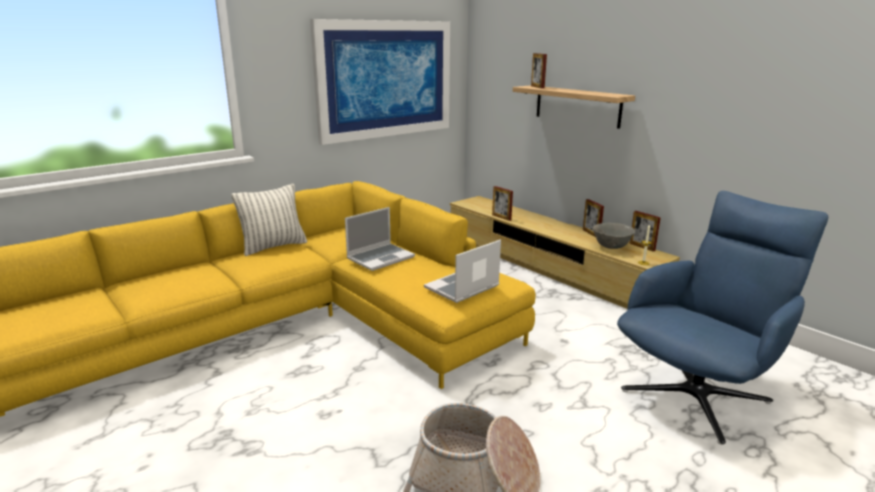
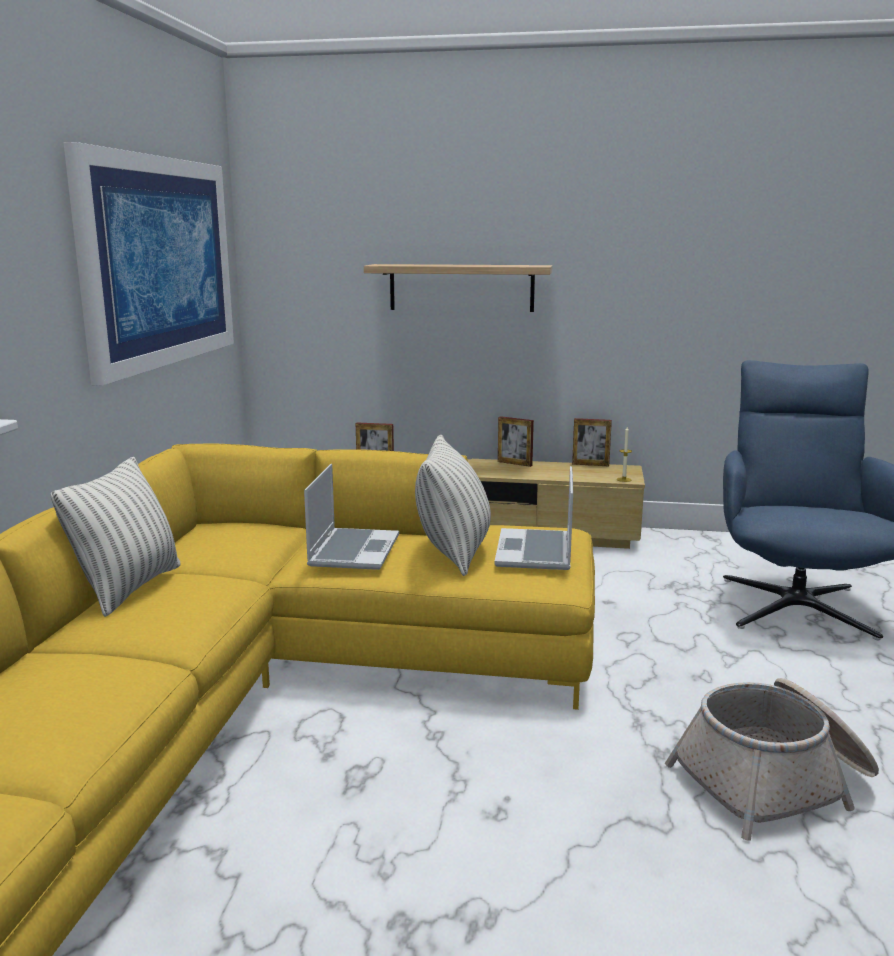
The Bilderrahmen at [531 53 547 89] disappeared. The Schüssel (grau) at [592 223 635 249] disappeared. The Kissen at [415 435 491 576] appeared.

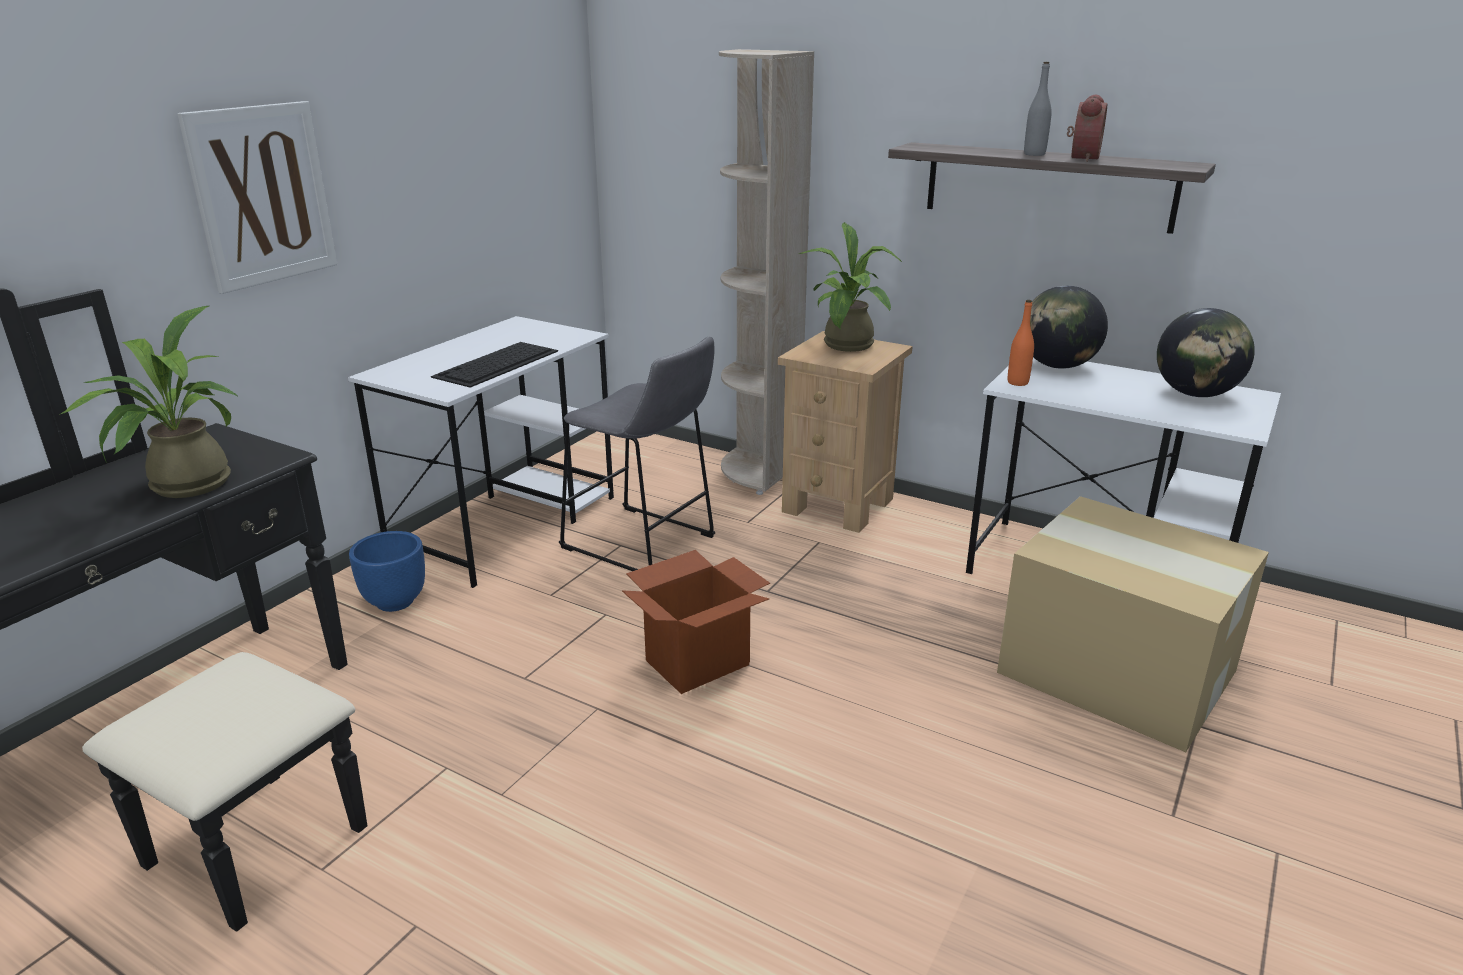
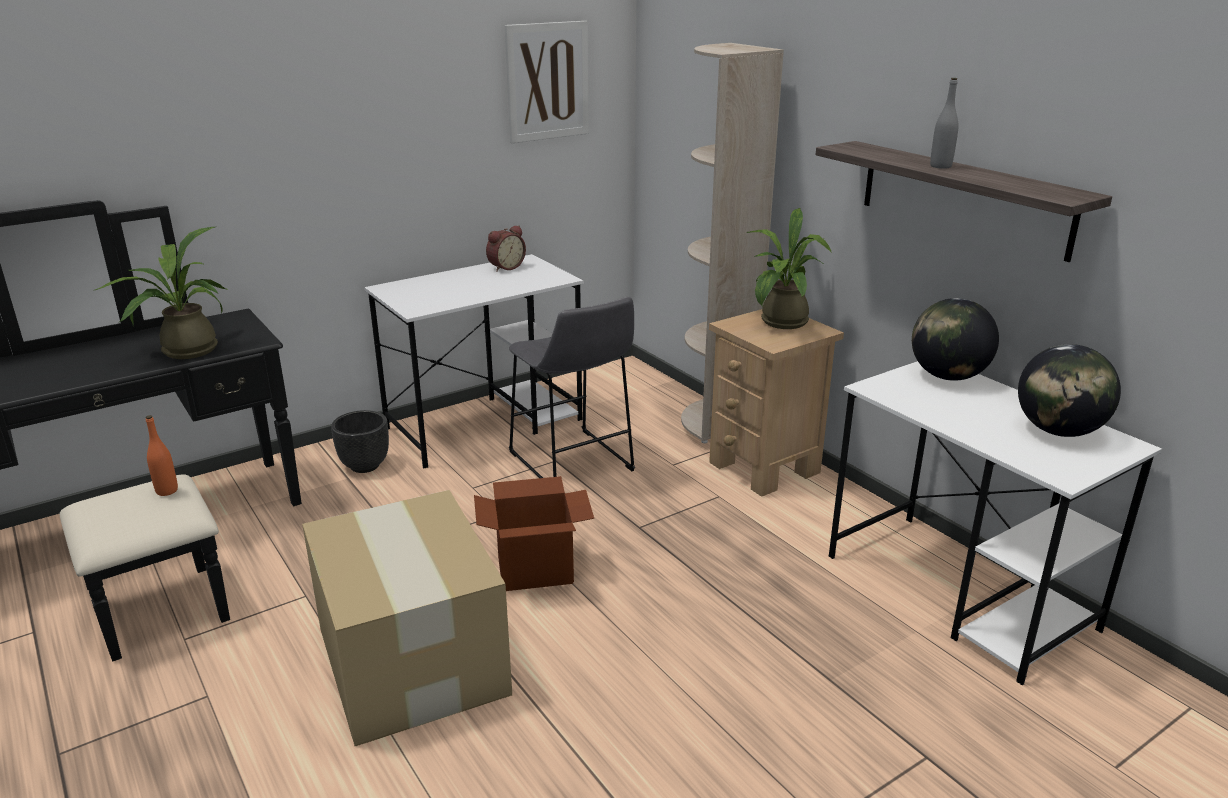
The Wecker moved from [1067 94 1107 162] to [486 225 526 272]. The Bild moved from [177 101 337 294] to [505 21 589 143]. The Flasche (orange) moved from [1008 300 1034 386] to [146 415 178 496]. The Tastatur at [431 342 558 388] disappeared. The Karton moved from [997 496 1269 752] to [302 490 512 746]. The Pflanzkübel (blau) at [349 531 425 612] became the Pflanzkübel (schwarz) at [331 410 389 473].

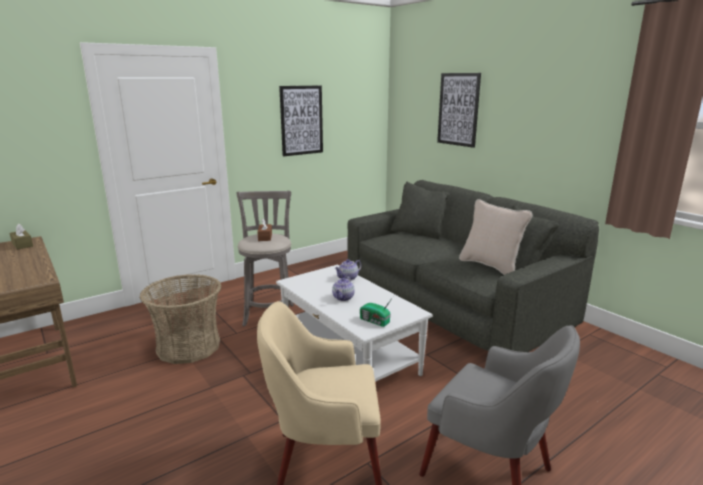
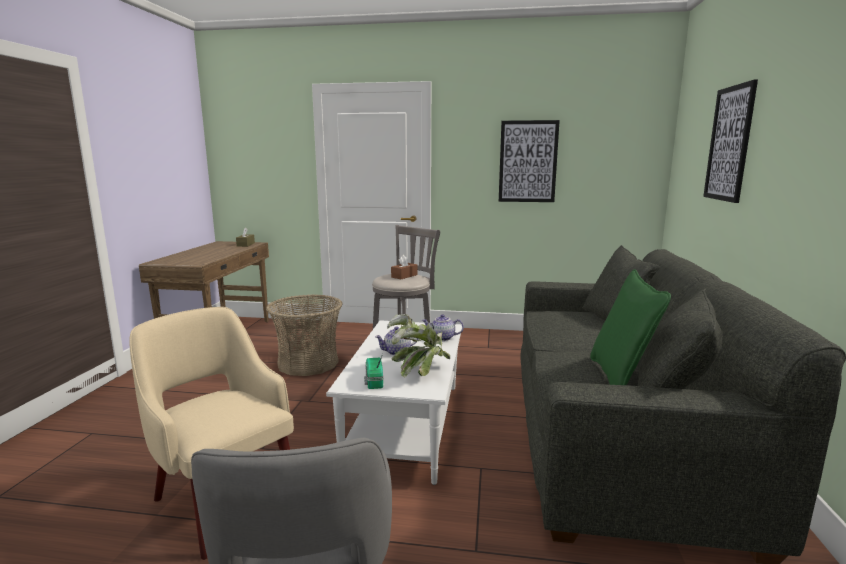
The Kissen (beige) at [459 199 533 275] became the Kissen (grün) at [590 269 671 385]. The Topfpflanze at [387 314 450 378] appeared.

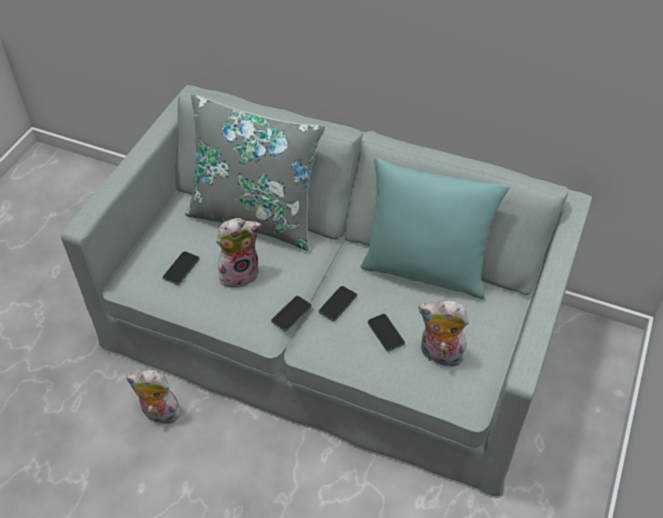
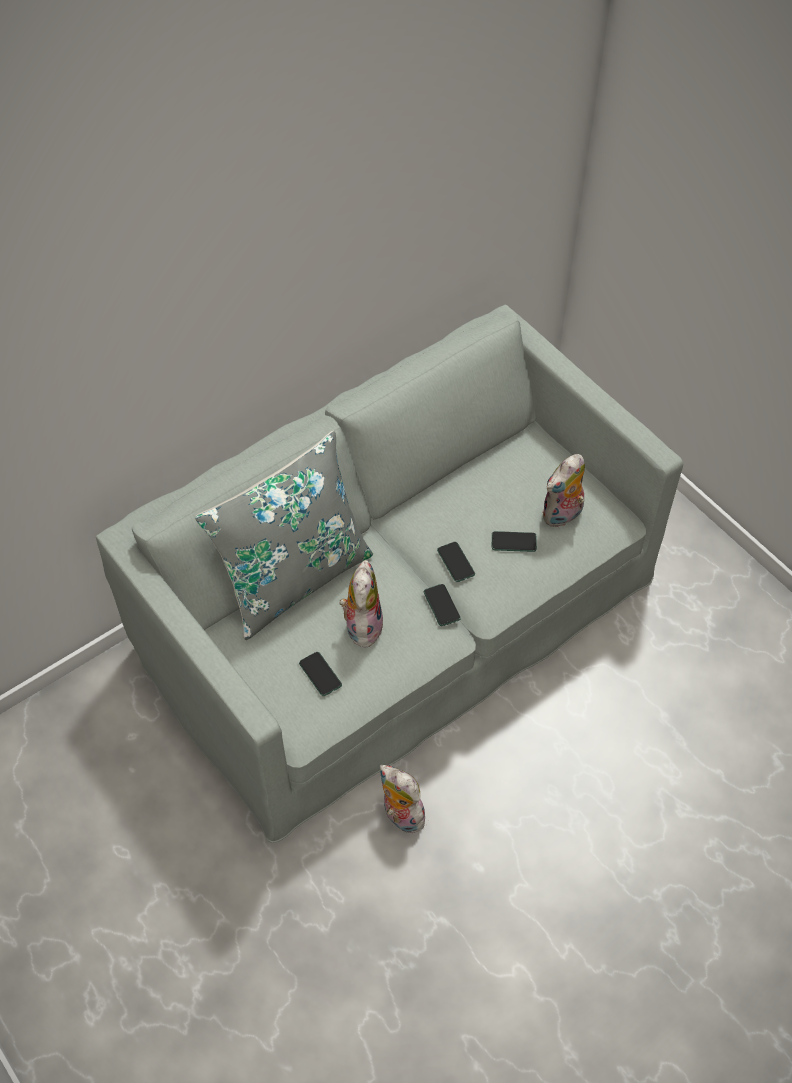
The Kissen (türkis) at [361 158 510 299] disappeared. The Plüschtier at [126 370 181 424] turned 90 degrees clockwise.

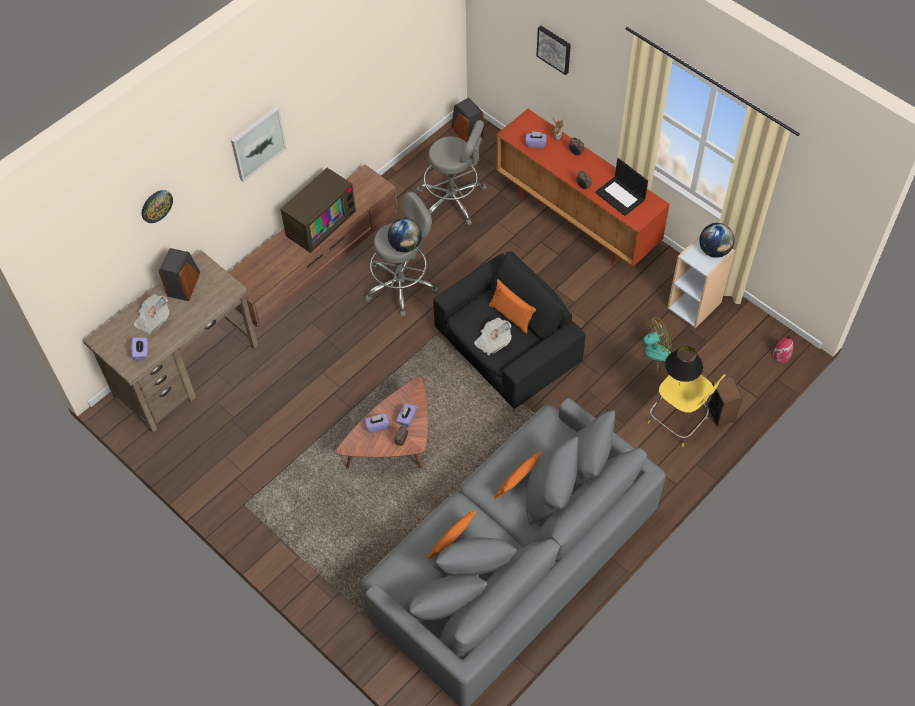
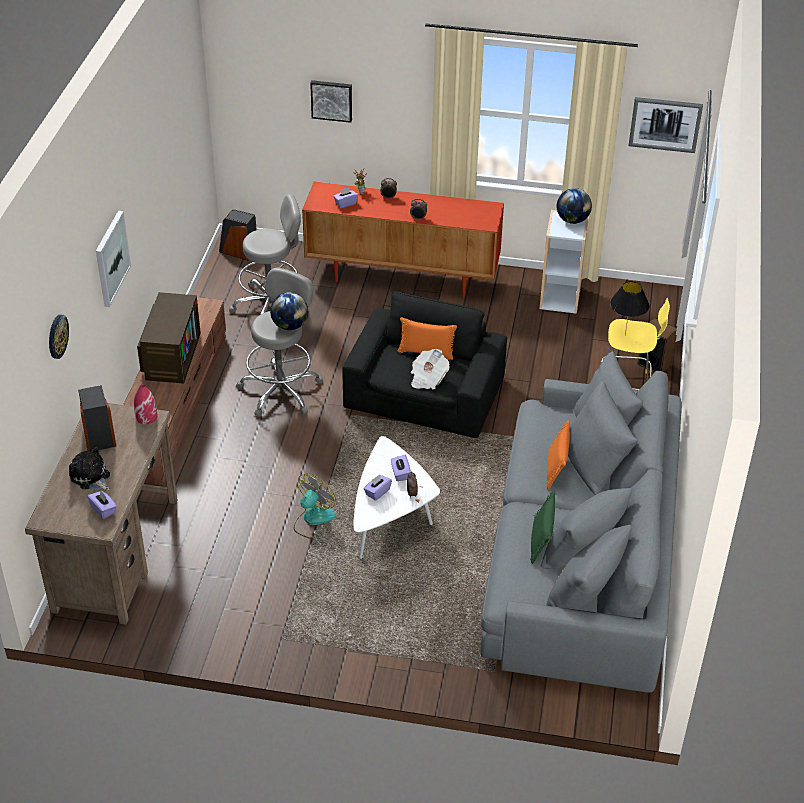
The Laptop at [595 158 648 216] disappeared. The Zeitung at [134 294 169 334] was replaced by the Plüschtier at [69 446 110 491]. The Ventilator moved from [632 317 672 374] to [294 473 336 539]. The Vase (rot) moved from [773 336 794 363] to [134 385 158 424]. The Couchtisch (braun) at [336 377 428 469] became the Couchtisch (weiß) at [353 436 440 559]. The Kissen (orange) at [428 510 476 559] became the Kissen (grün) at [530 491 555 564]. The Bild at [629 97 703 153] appeared.

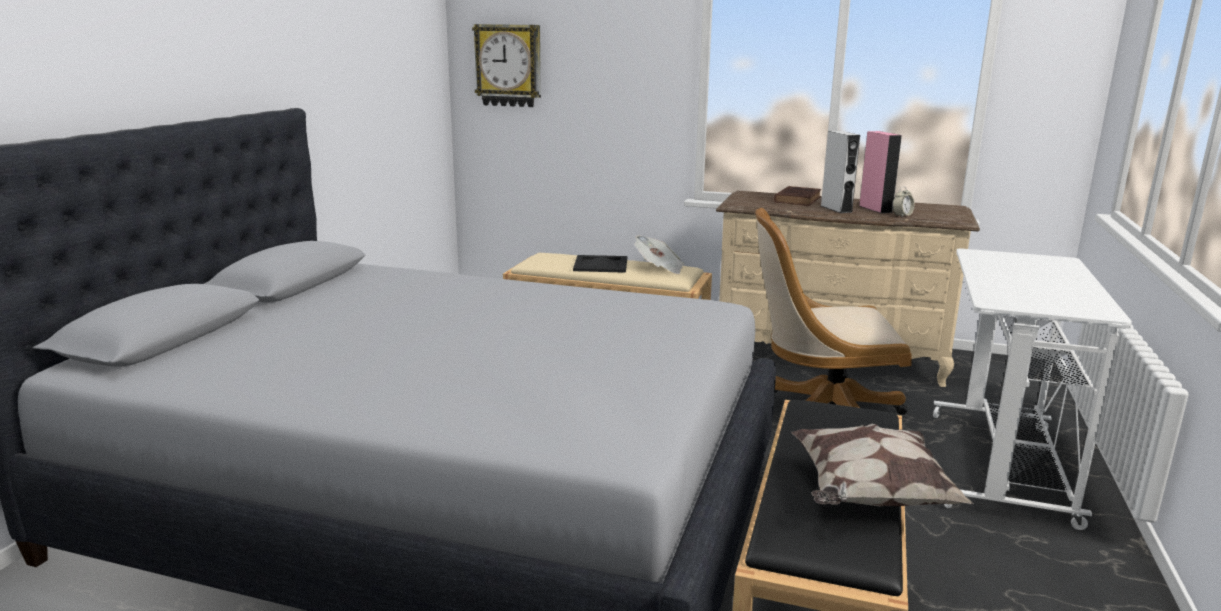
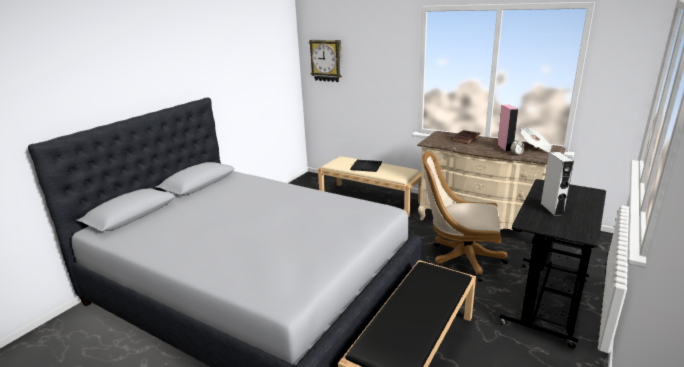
The Lautsprecher (grau) moved from [821 131 860 213] to [541 152 574 216]. The Zeitung moved from [634 235 684 274] to [521 126 552 152]. The Schreibtisch (weiß) at [933 248 1132 530] became the Schreibtisch (schwarz) at [500 179 606 349]. The Kissen at [791 424 974 507] disappeared.

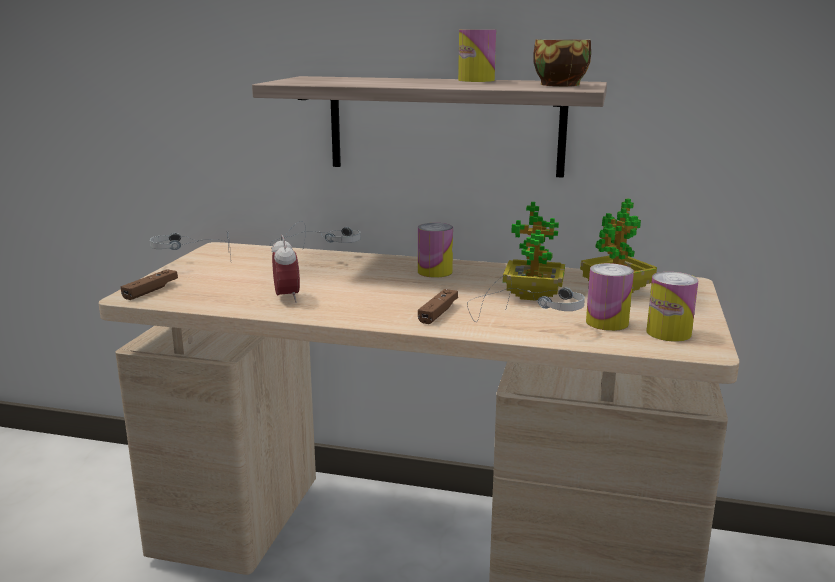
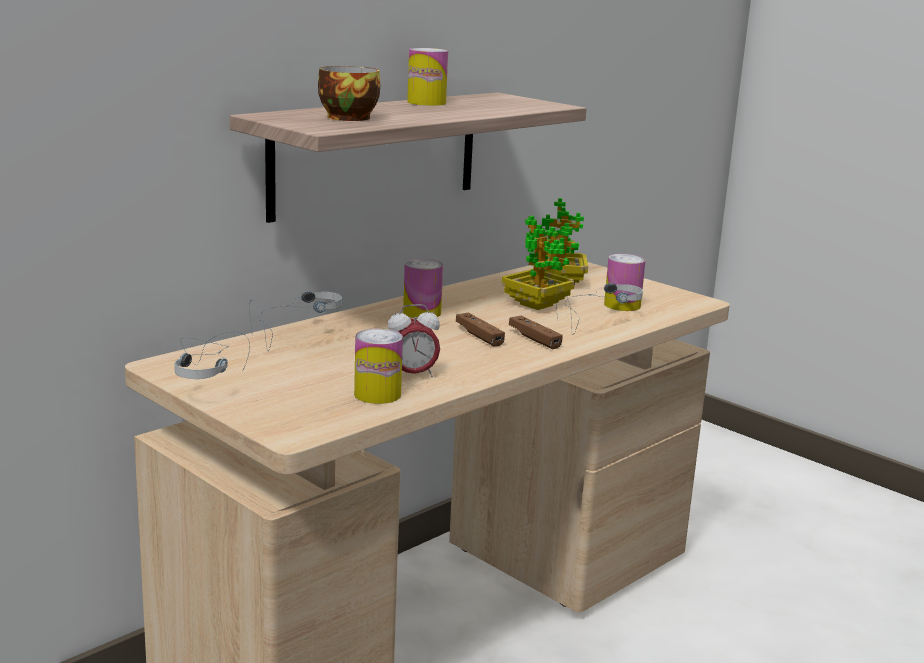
The Tasse moved from [533 39 591 87] to [318 66 380 121]. The Wecker at [272 235 300 303] turned 150 degrees clockwise. The Gamepad (braun) moved from [121 269 178 300] to [456 313 505 347]. The Dose moved from [647 272 698 342] to [354 328 403 404].

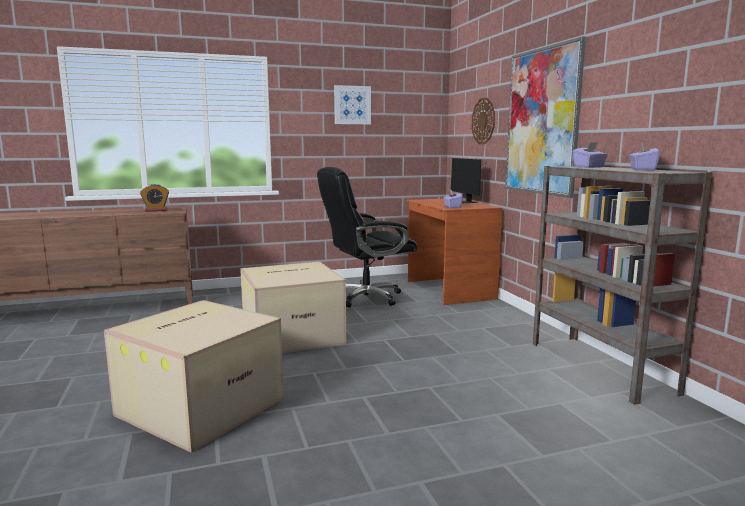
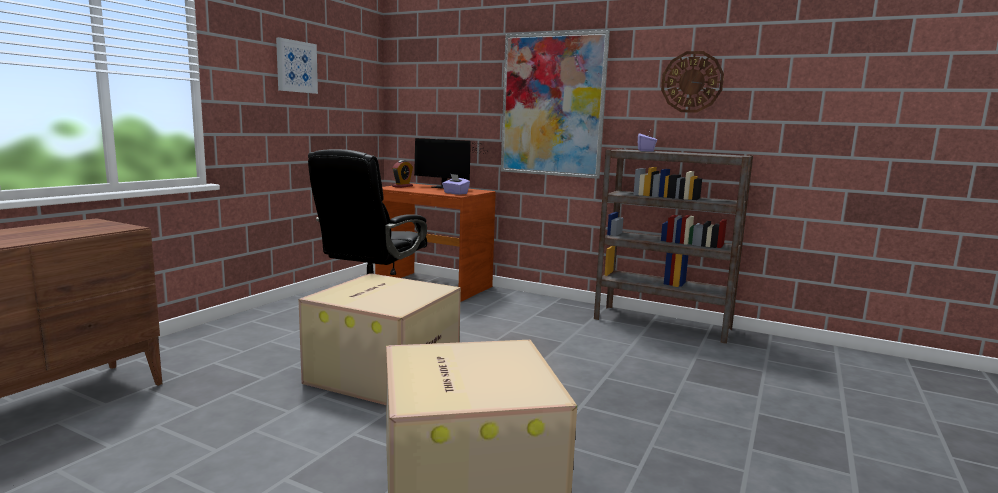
The Wanduhr moved from [471 97 495 144] to [661 51 724 113]. The Taschentuchbox (lila) at [629 142 660 171] disappeared. The Wecker moved from [140 184 169 212] to [392 160 413 188].

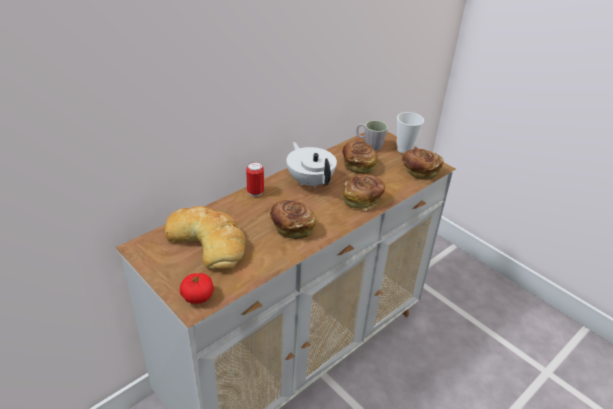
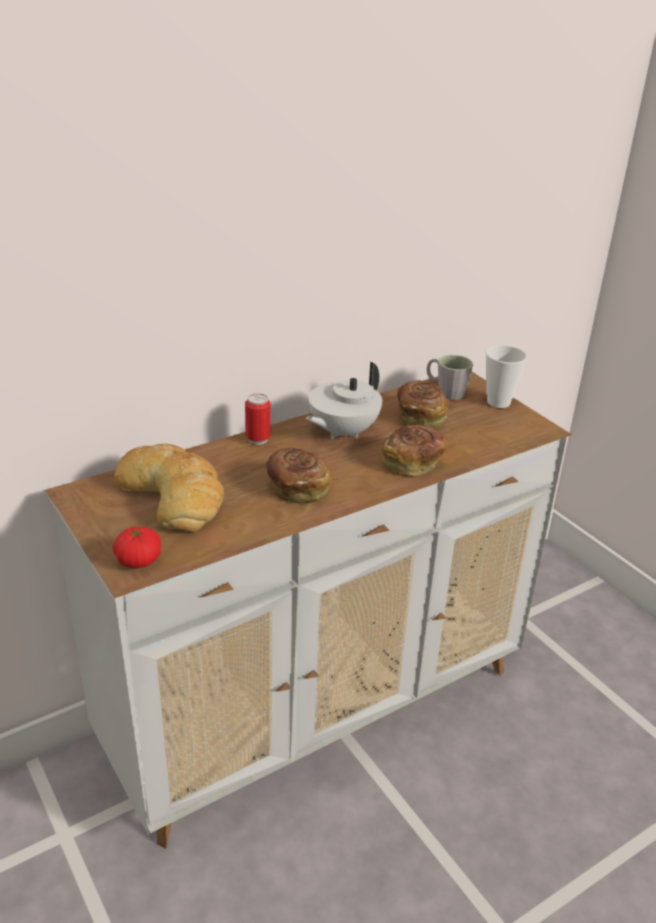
The Teekanne (weiß) at [286 142 337 188] turned 120 degrees counterclockwise. The Brot at [402 149 443 180] disappeared.

